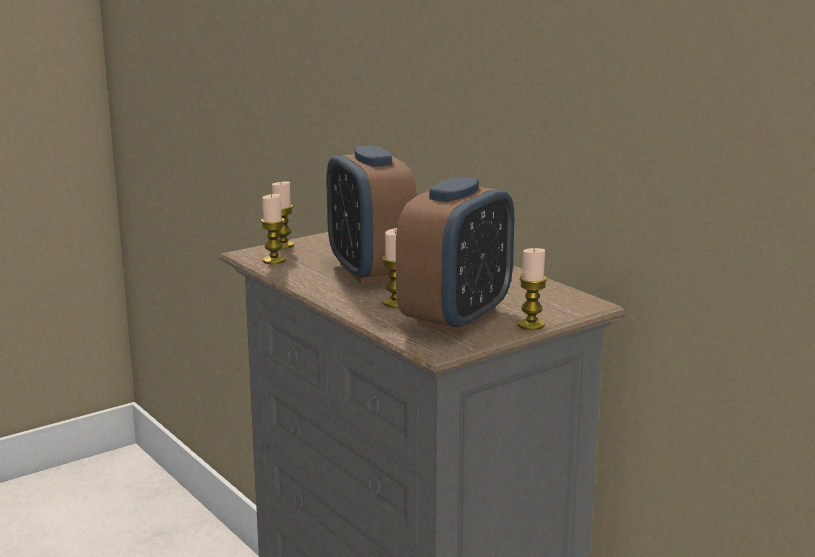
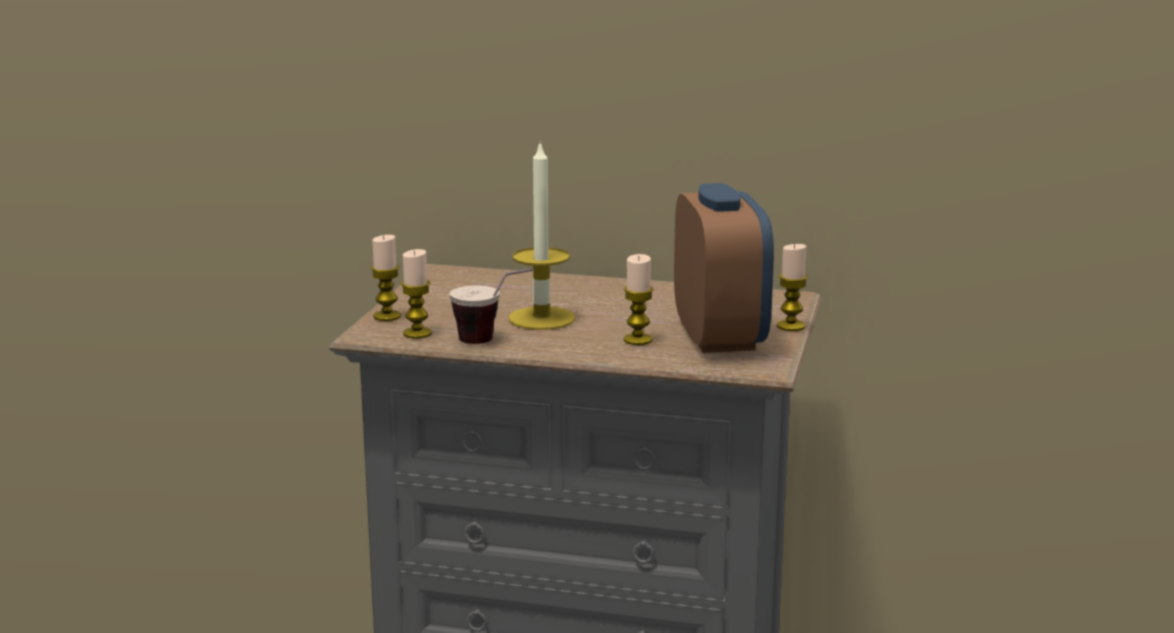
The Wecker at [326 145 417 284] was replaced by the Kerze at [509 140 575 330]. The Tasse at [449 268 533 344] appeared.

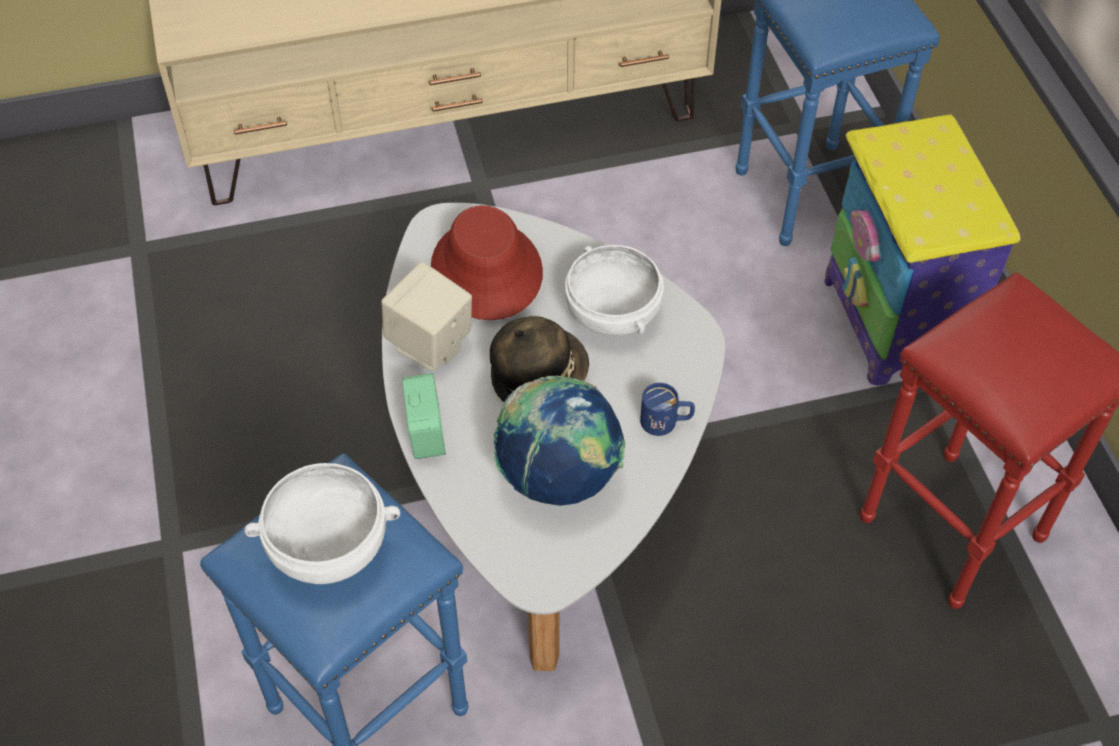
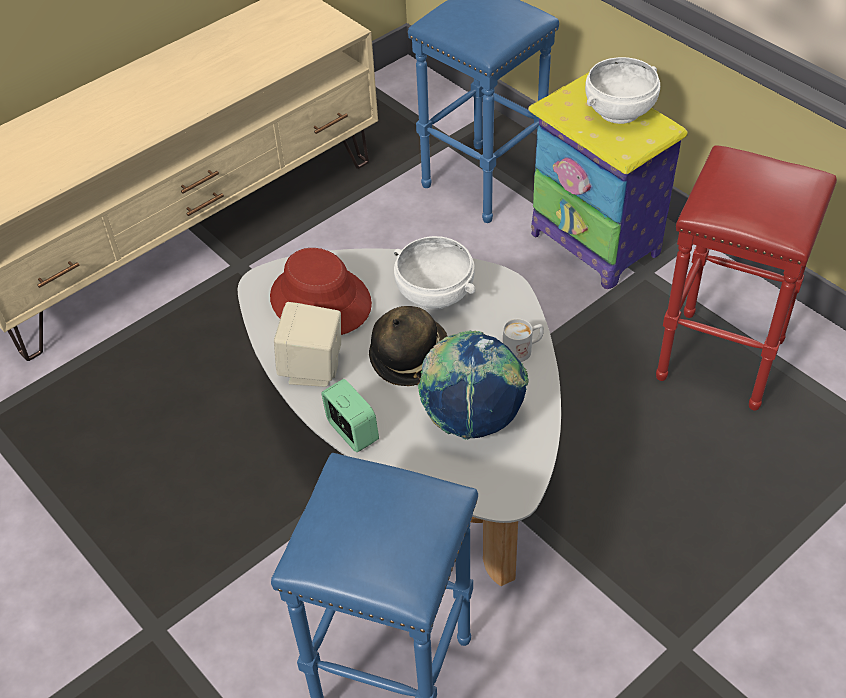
The Henkelbecher (blau) at [640 383 695 436] became the Henkelbecher (weiß) at [503 318 544 362]. The Schüssel (weiß) moved from [244 463 400 584] to [585 57 660 124].

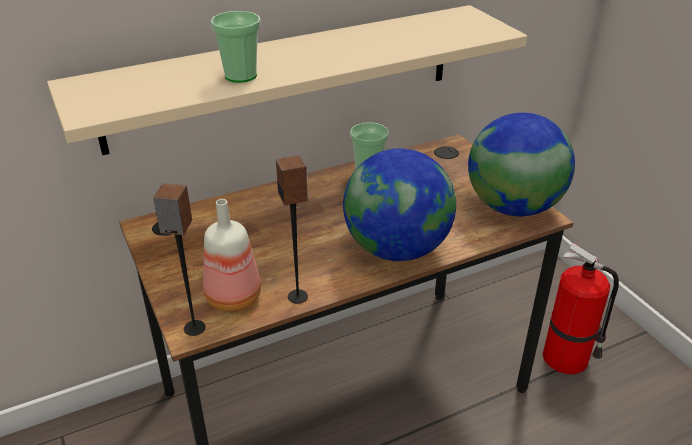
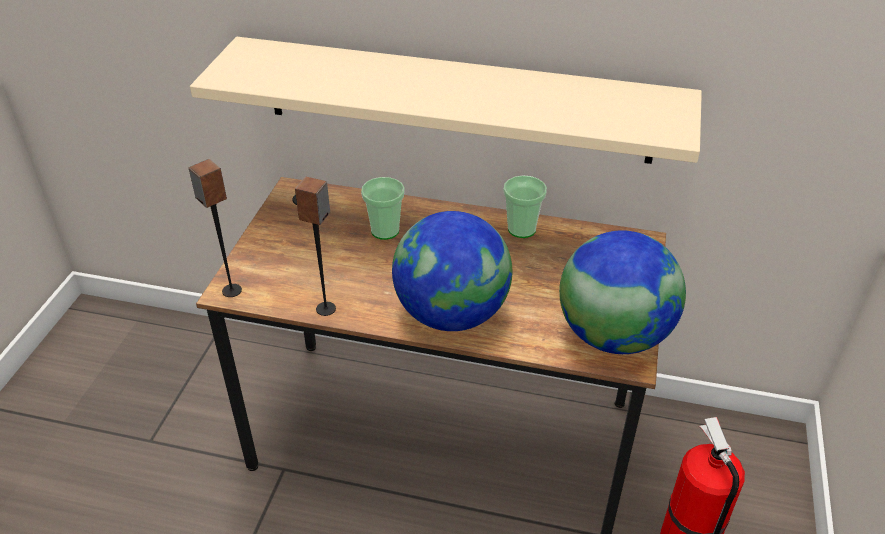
The Tasse moved from [211 11 261 83] to [361 177 405 240]. The Flasche at [203 199 261 311] disappeared.

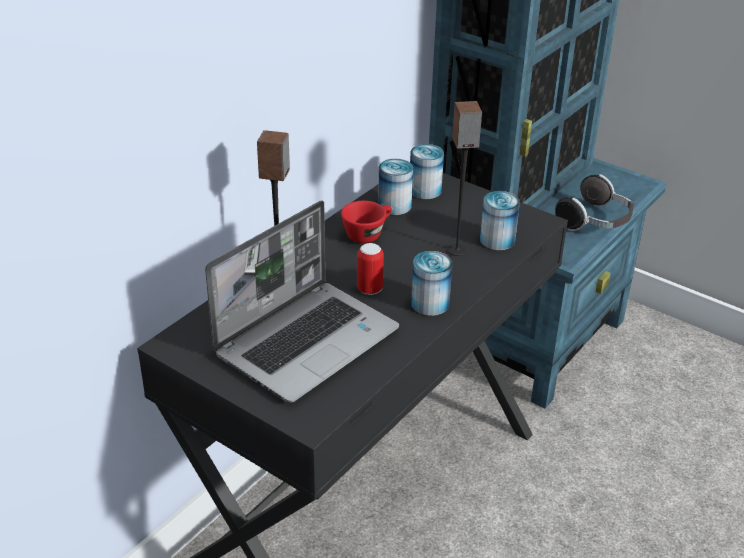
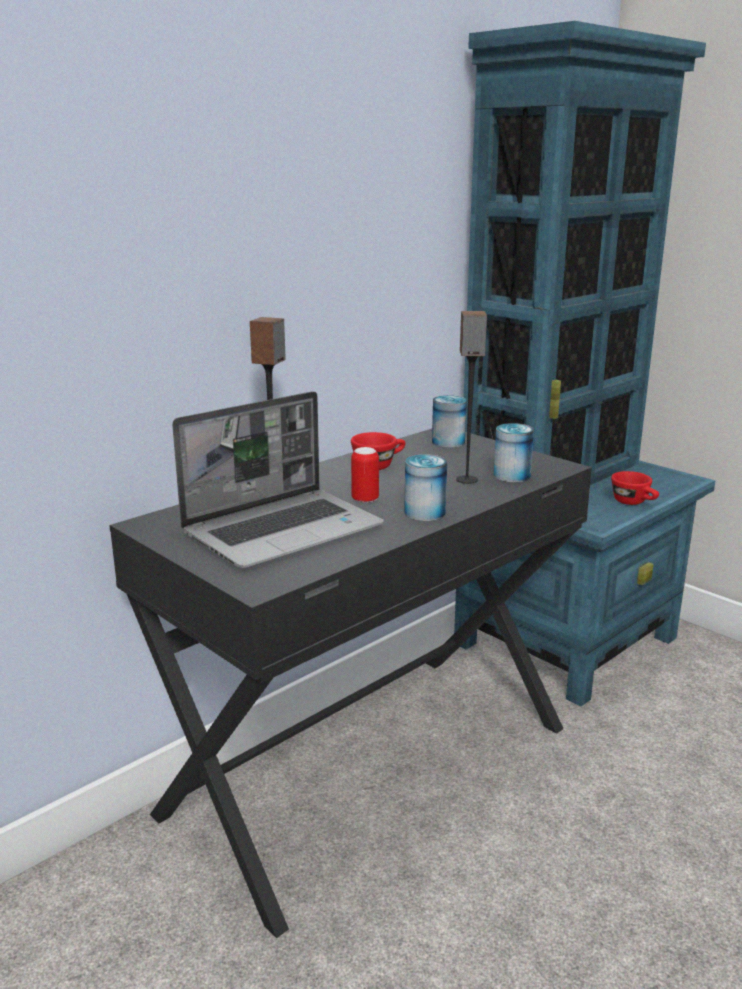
The Dose at [378 159 413 215] disappeared. The Kopfhörer at [555 174 634 231] was replaced by the Tasse (rot) at [611 471 659 505].

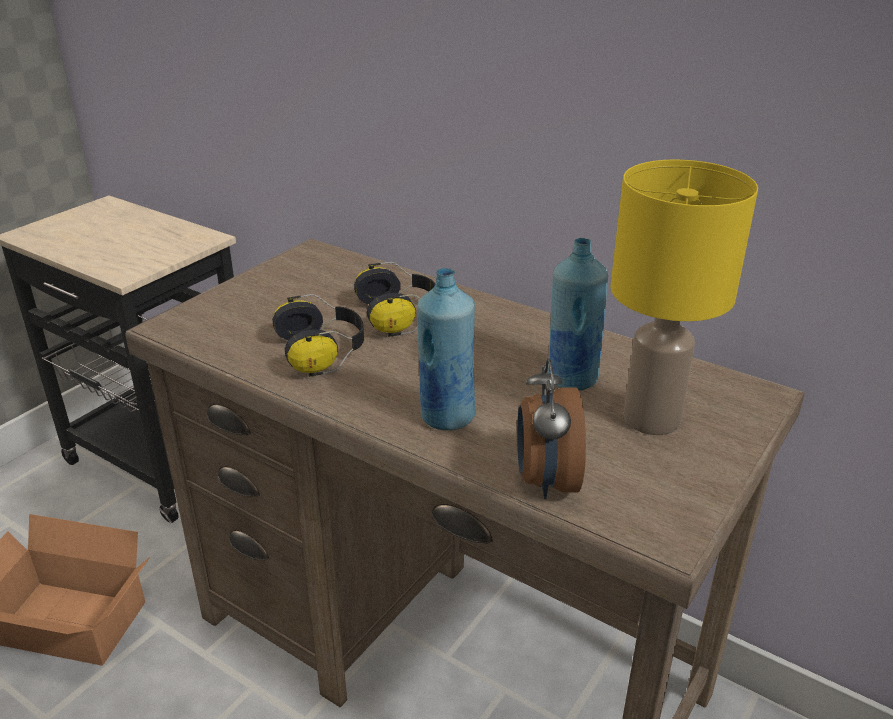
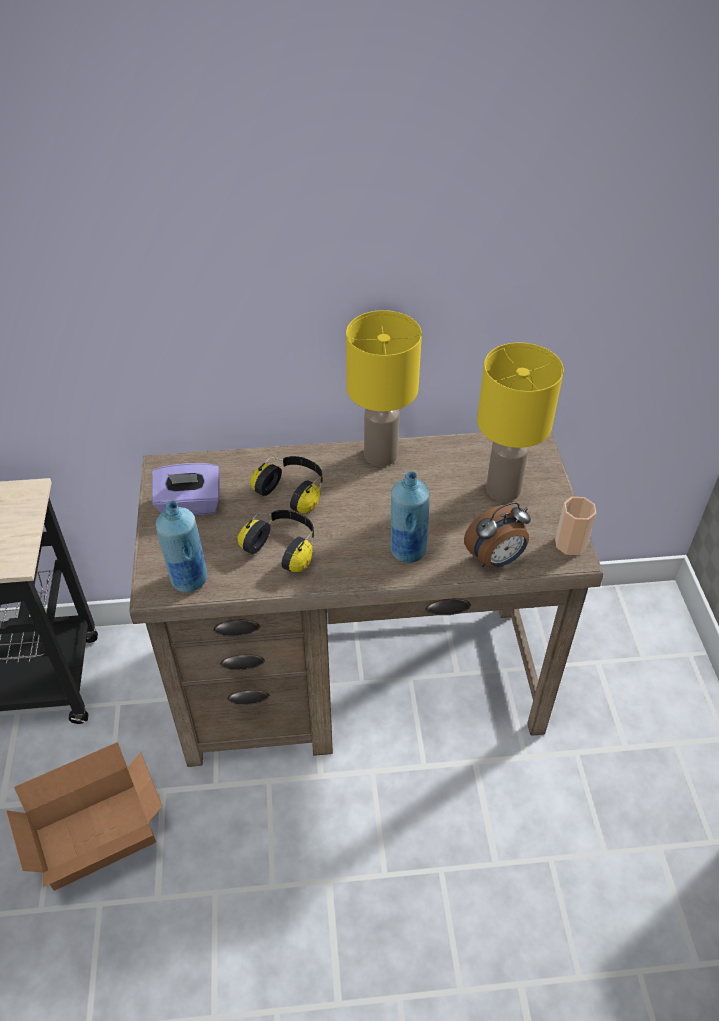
The Flasche (blau) moved from [548 238 608 391] to [156 501 207 592]. The Wecker at [517 358 586 499] turned 75 degrees counterclockwise. The Tischlampe (gelb) at [346 310 422 466] appeared. The Taschentuchbox (lila) at [152 463 219 515] appeared. The Tasse at [555 497 596 555] appeared.

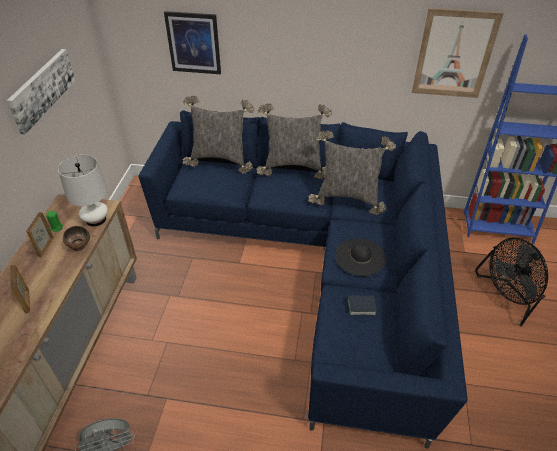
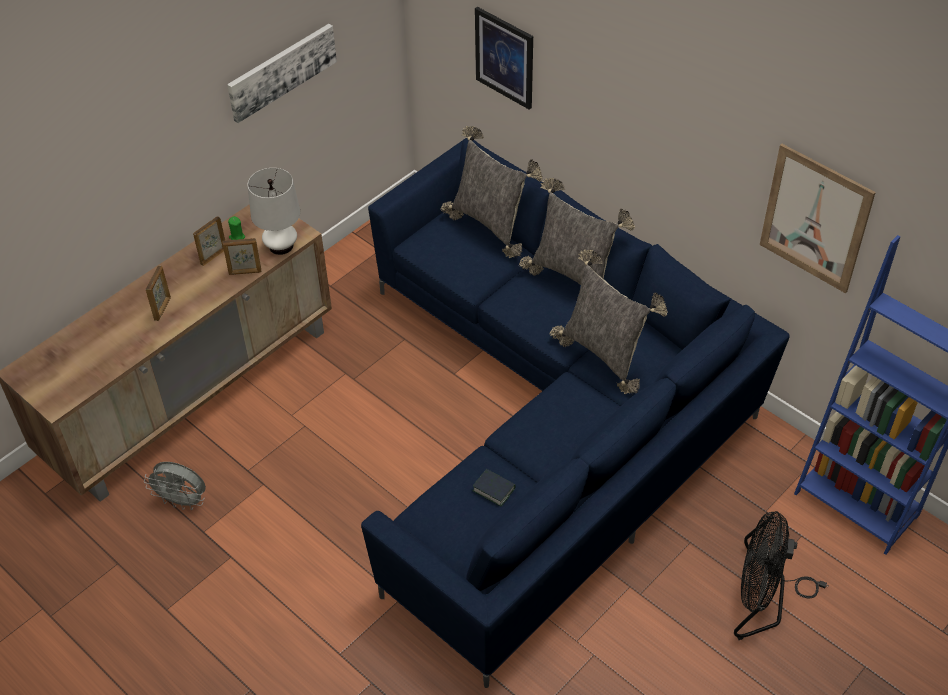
The Schüssel (braun) at [63 226 90 251] was replaced by the Bilderrahmen at [222 238 261 275]. The Hut (schwarz) at [335 238 386 276] disappeared.

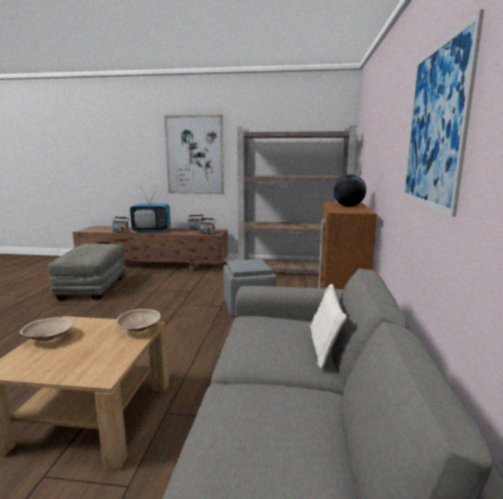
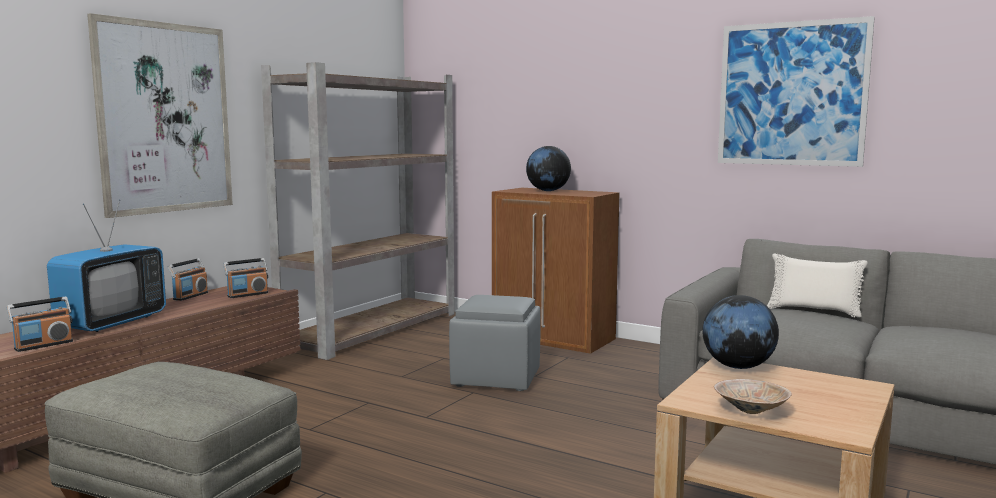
The Schüssel (beige) at [116 309 161 332] was replaced by the Globus at [702 295 779 369].

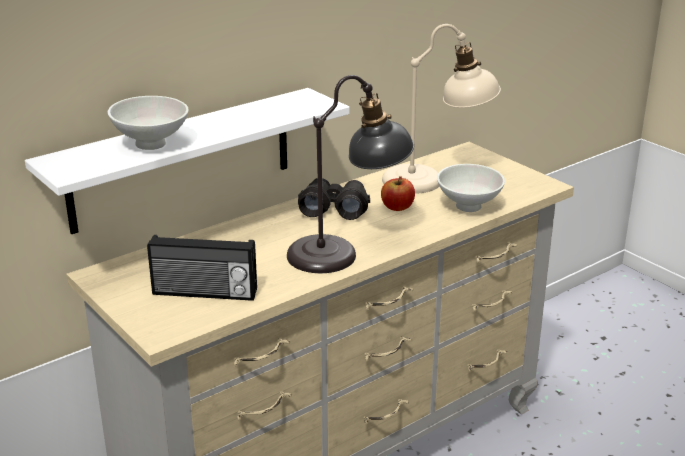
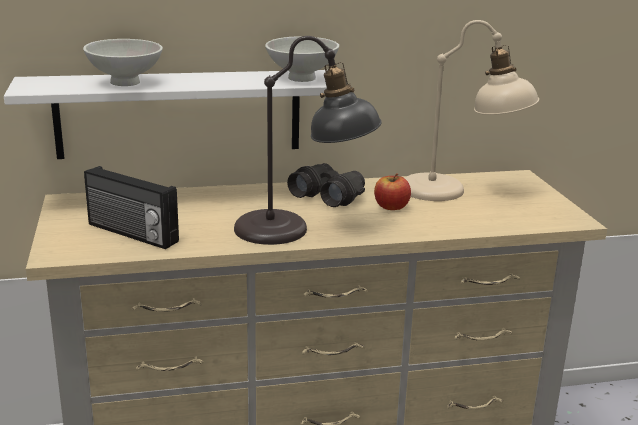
The Schüssel (weiß) moved from [437 164 505 212] to [265 36 339 82].

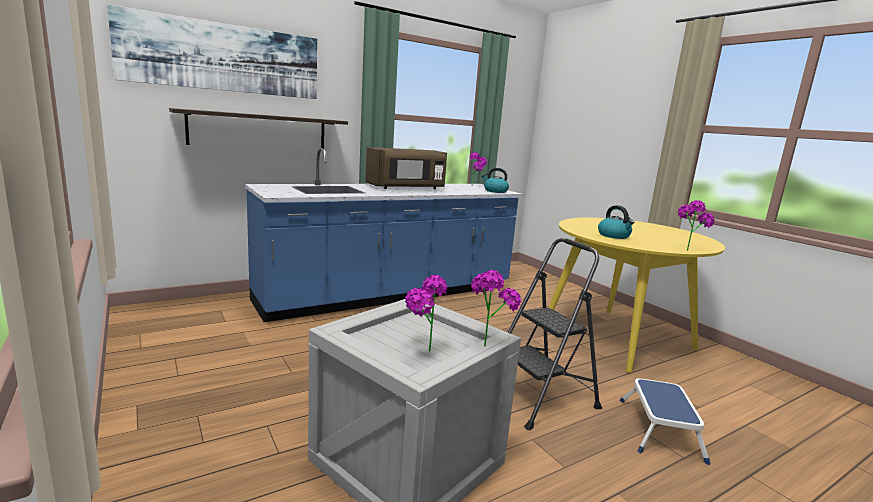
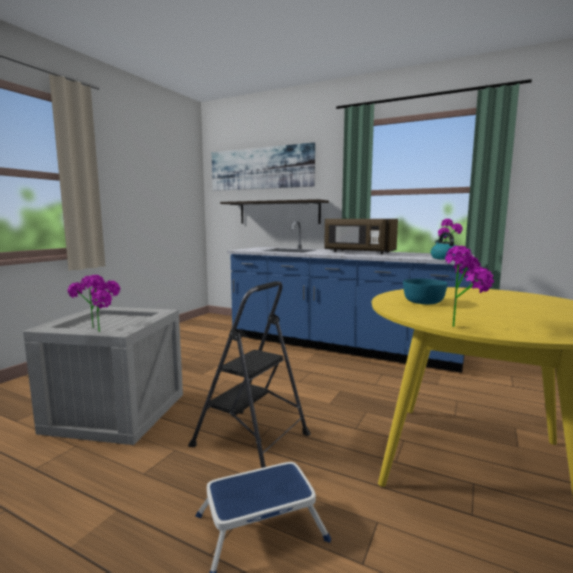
The Wasserkessel at [598 205 634 239] was replaced by the Schüssel (türkis) at [403 279 448 304].

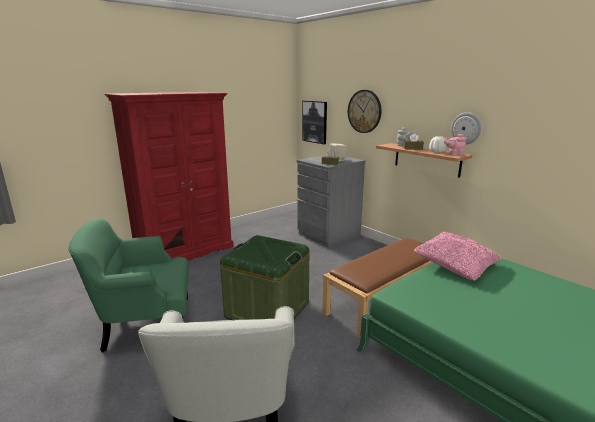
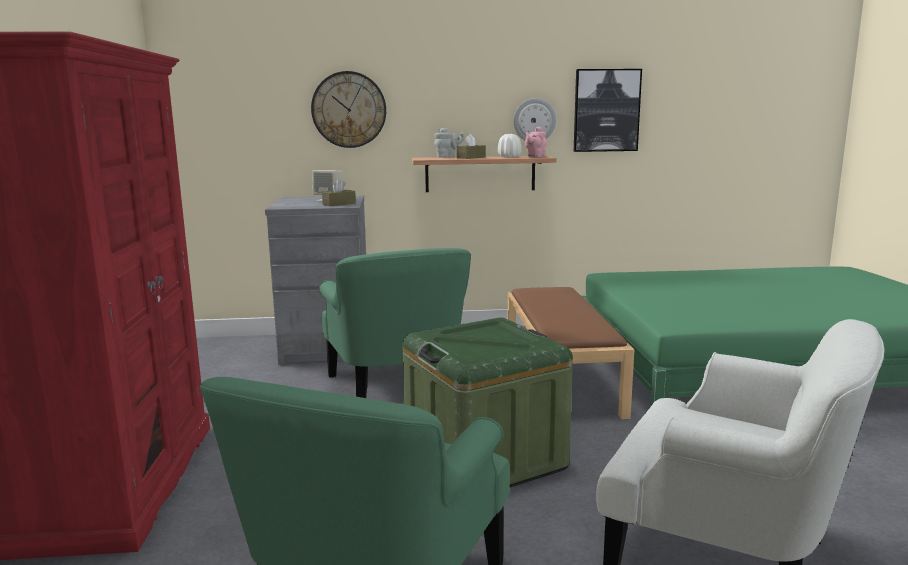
The Bild moved from [302 101 327 144] to [574 69 642 152]. The Kissen (rosa) at [414 232 501 281] disappeared. The Sessel (grün) at [319 248 471 398] appeared.

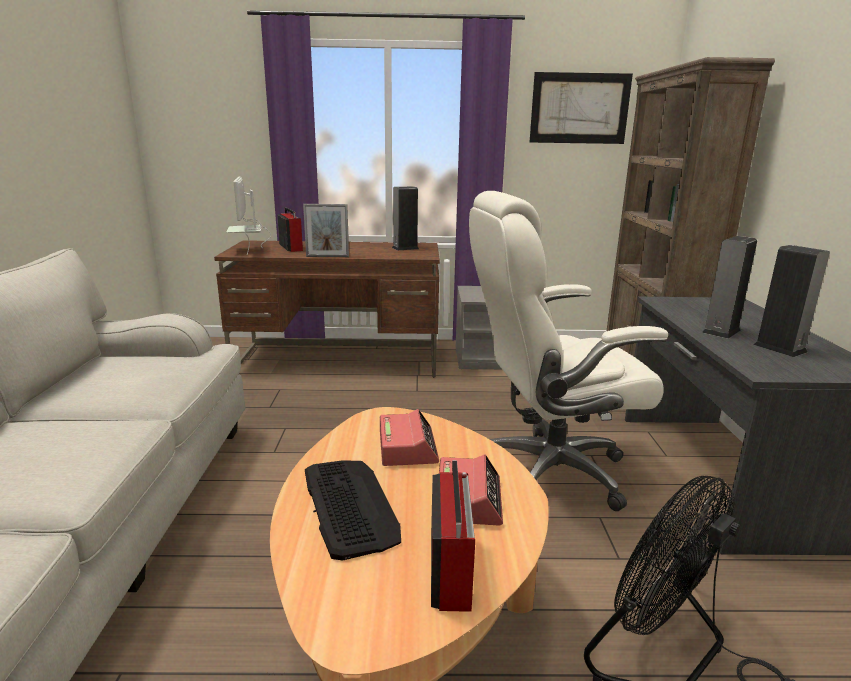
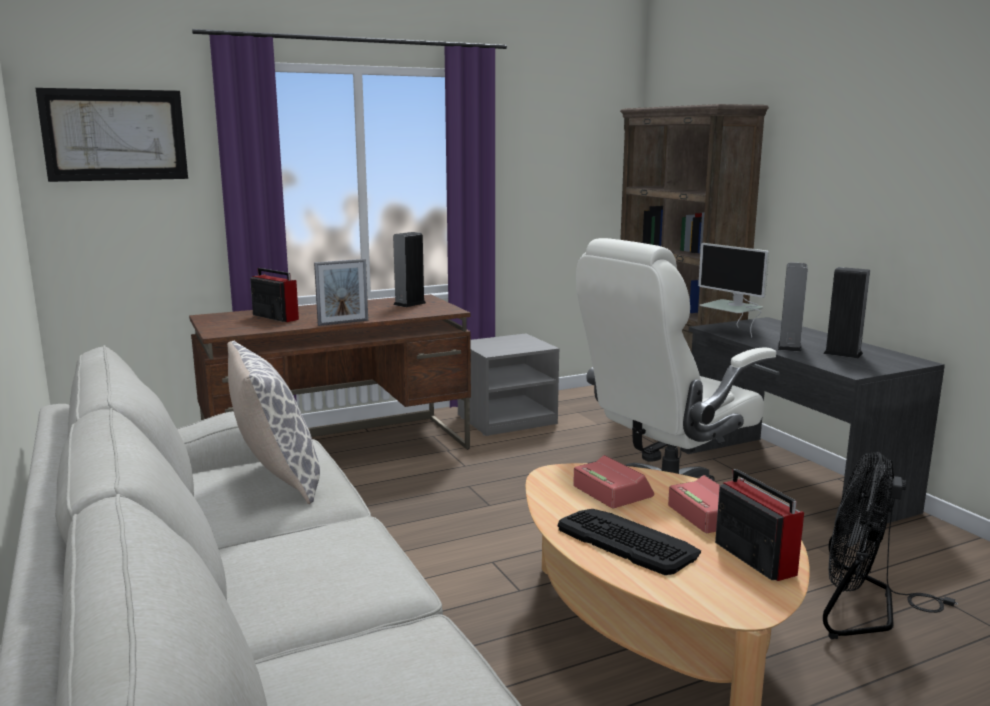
The Bild moved from [530 72 633 144] to [35 88 188 182]. The Monitor moved from [226 176 271 255] to [698 243 769 337]. The Kissen at [227 341 320 504] appeared.

